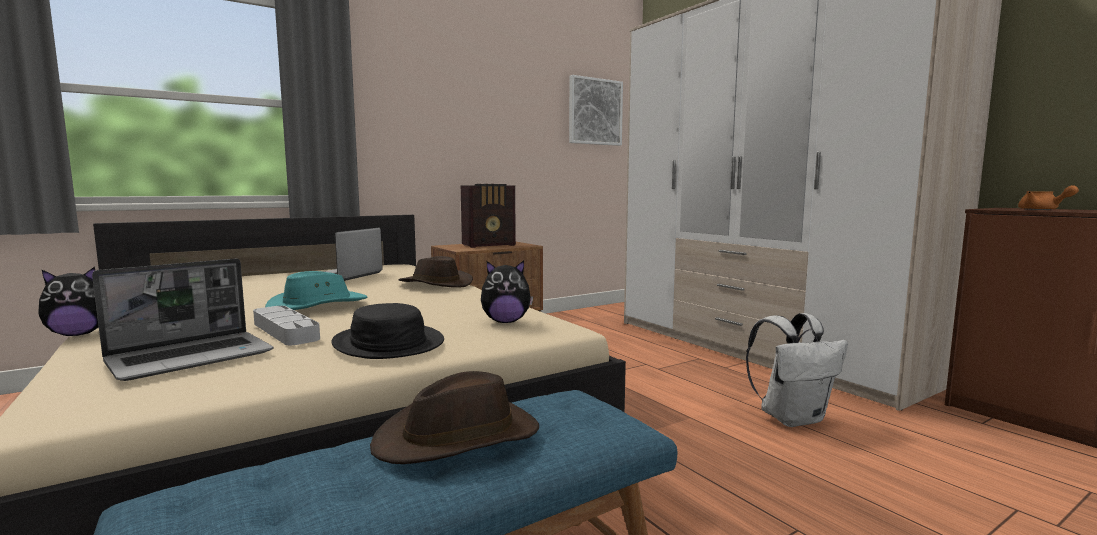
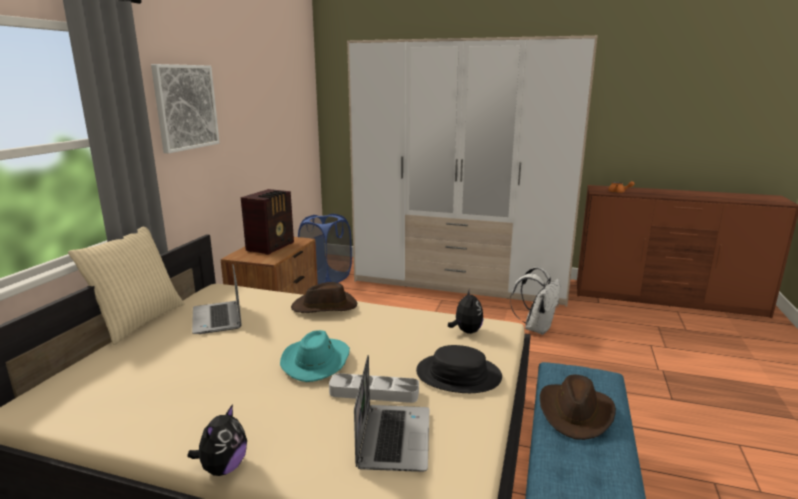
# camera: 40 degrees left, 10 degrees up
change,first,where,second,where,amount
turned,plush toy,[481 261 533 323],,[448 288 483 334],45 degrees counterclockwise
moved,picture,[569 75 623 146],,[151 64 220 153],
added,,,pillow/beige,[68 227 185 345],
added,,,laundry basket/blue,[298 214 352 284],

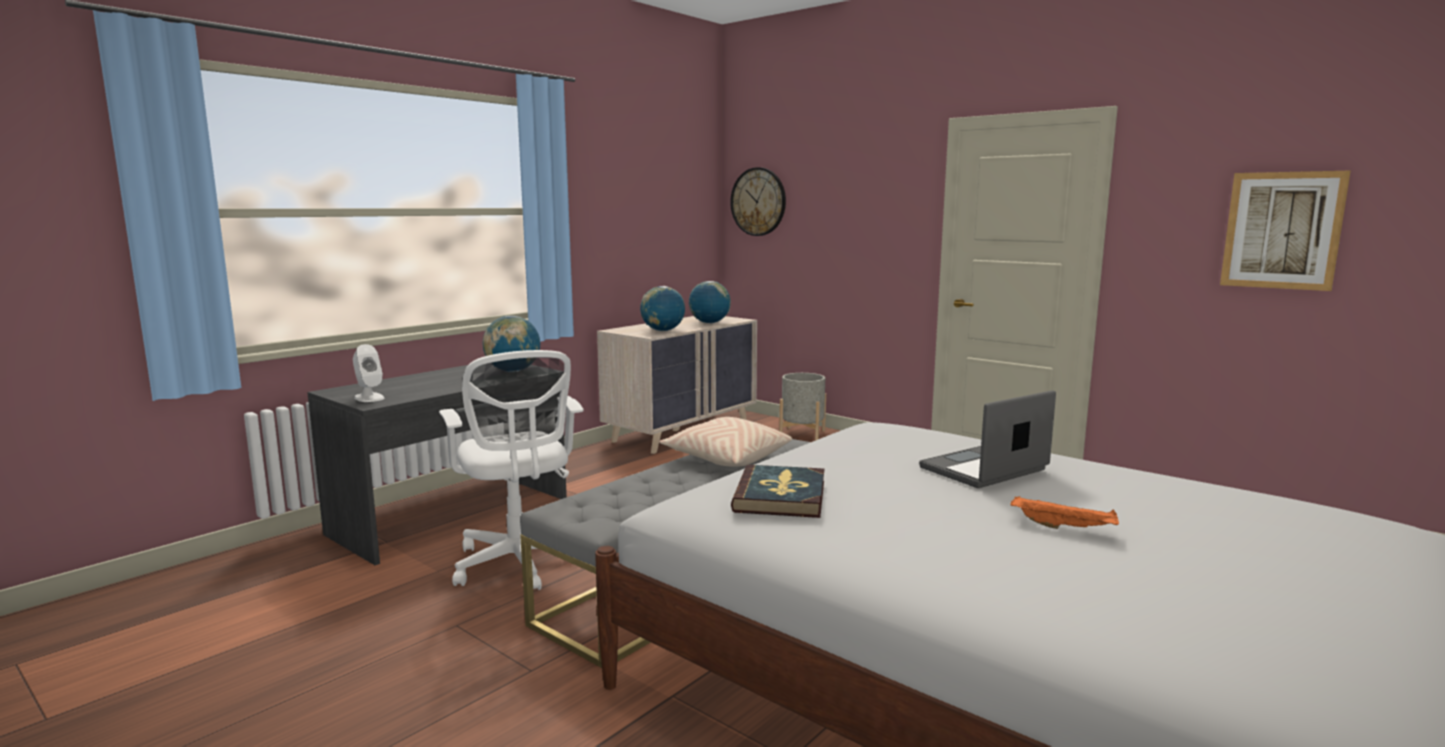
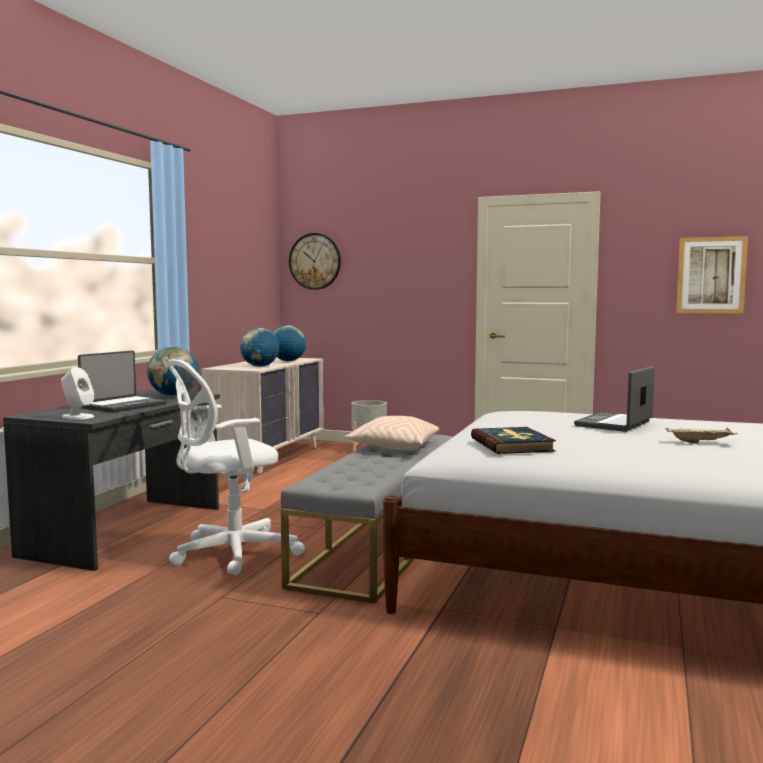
# camera: 20 degrees left, 5 degrees down
change,first,where,second,where,amount
turned,office chair/white,[439 350 584 590],,[167 359 305 575],105 degrees clockwise
recoloured,tray/orange,[1010 496 1119 529],tray/beige,[665 427 737 444],
added,,,laptop,[78 351 167 413],

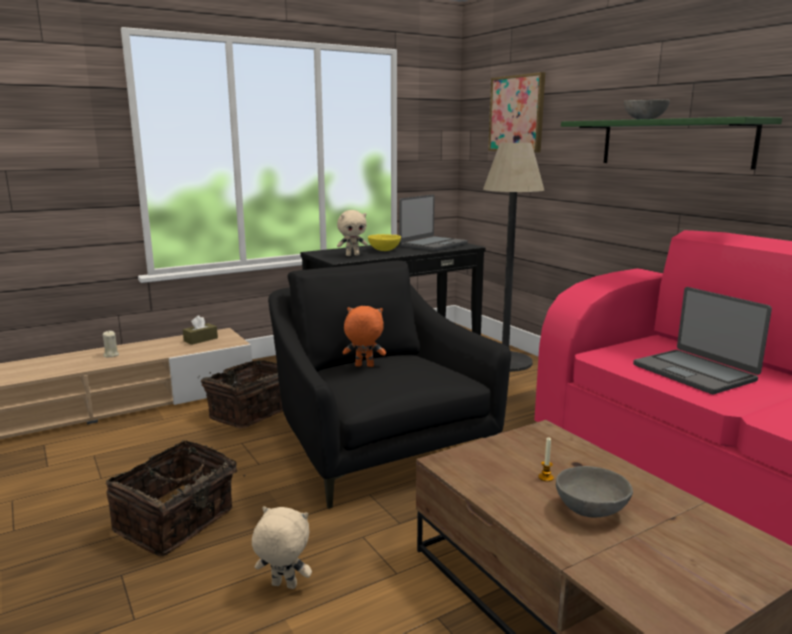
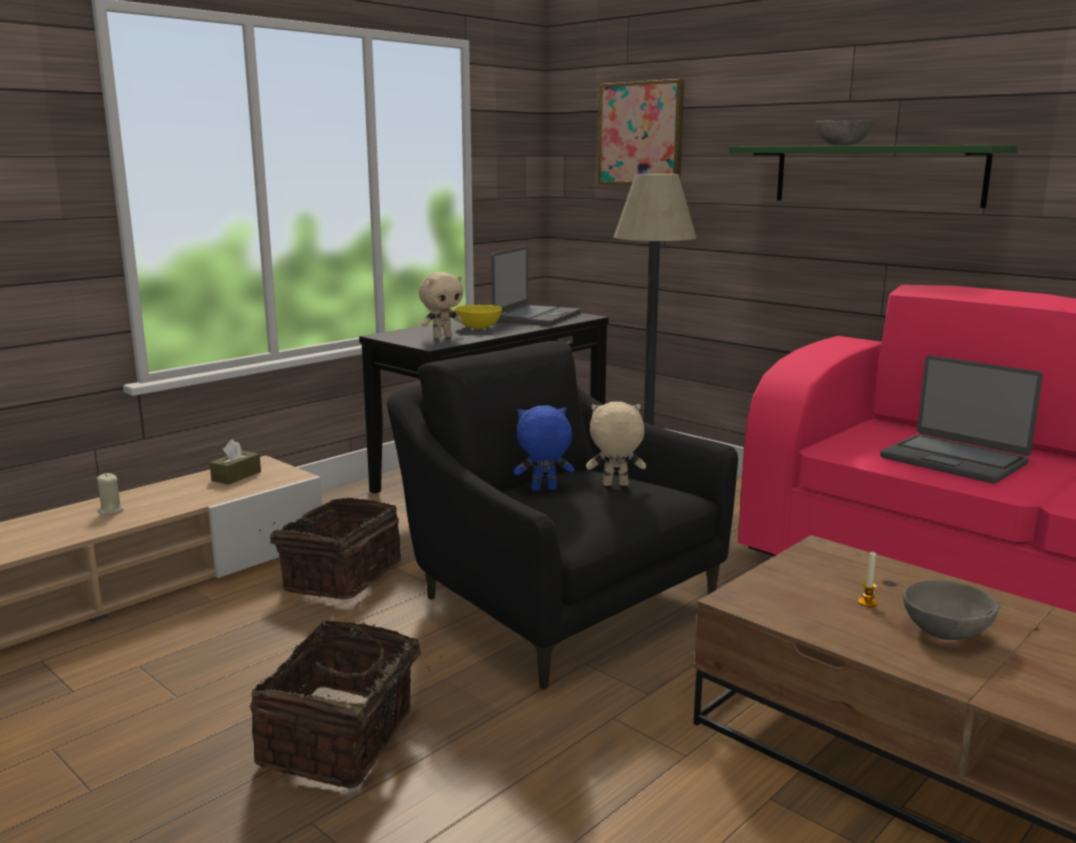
# camera: 15 degrees left, 0 degrees up
change,first,where,second,where,amount
moved,plush toy/beige,[252 506 312 589],,[586 402 646 486],
recoloured,plush toy/orange,[343 306 386 367],plush toy/blue,[514 405 574 491],

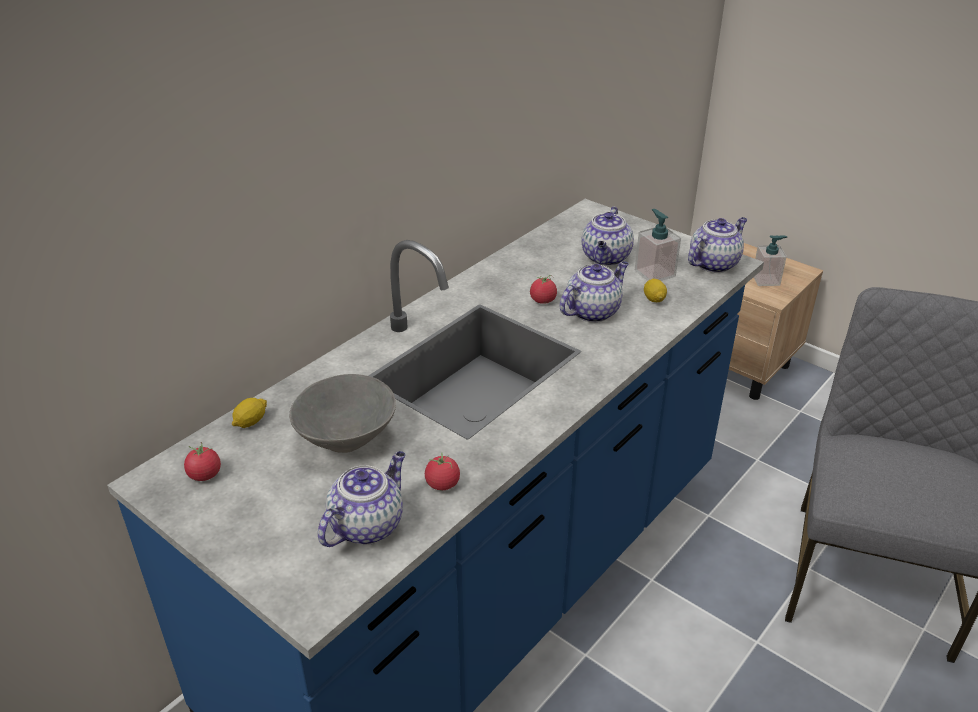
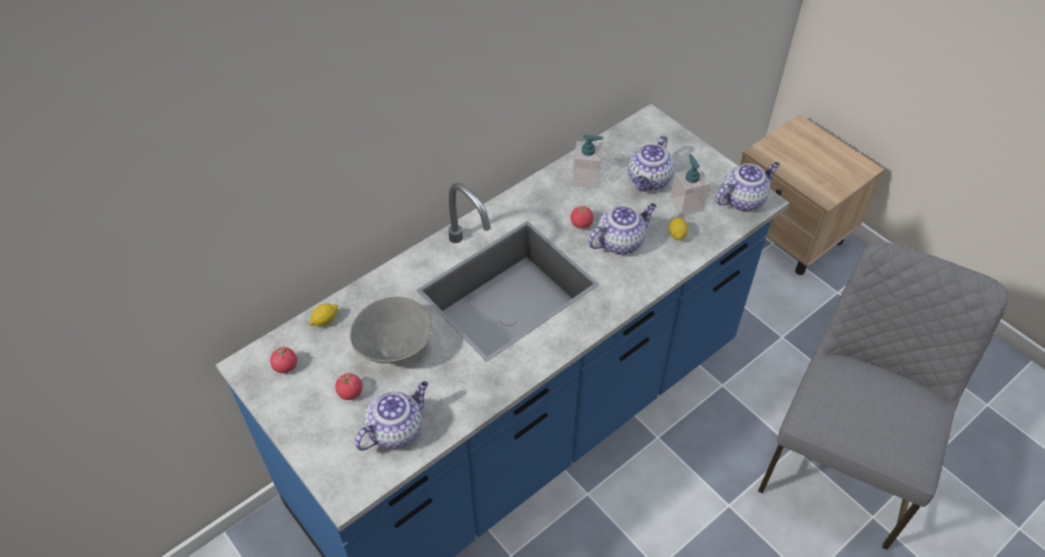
# camera: 10 degrees right, 15 degrees up
change,first,where,second,where,amount
moved,tomato,[425 452 460 490],,[335 373 363 400],
moved,soap dispenser,[754 235 787 286],,[572 134 603 188],

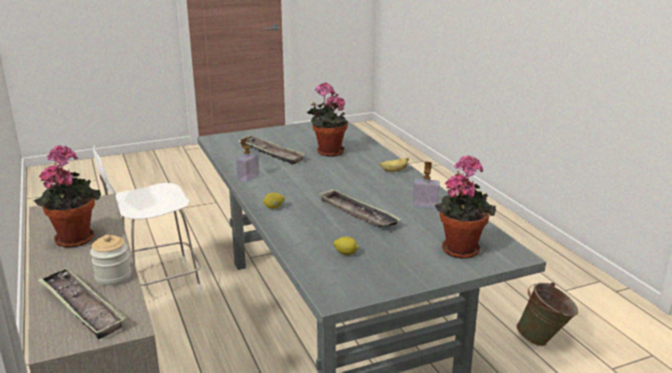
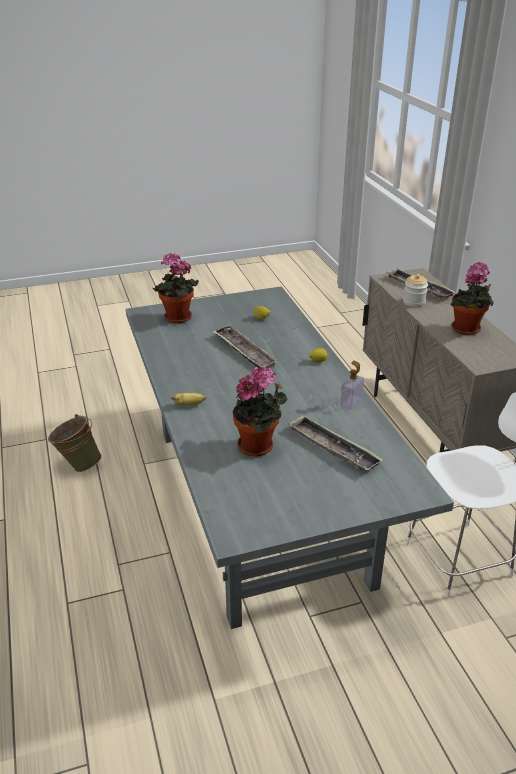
# camera: 175 degrees left, 10 degrees up
change,first,where,second,where,amount
removed,soap dispenser,[412 162 440 209],,,

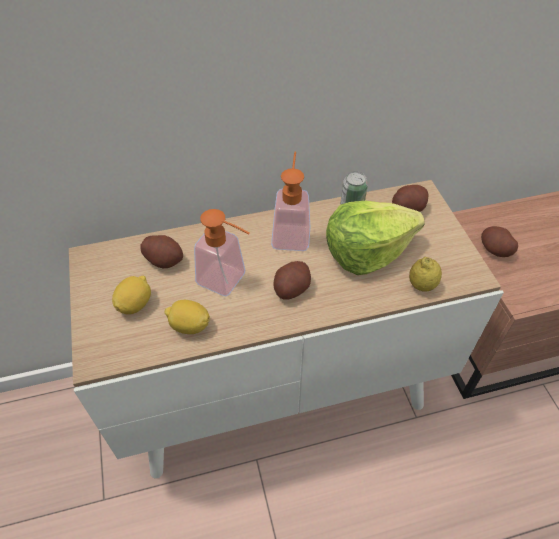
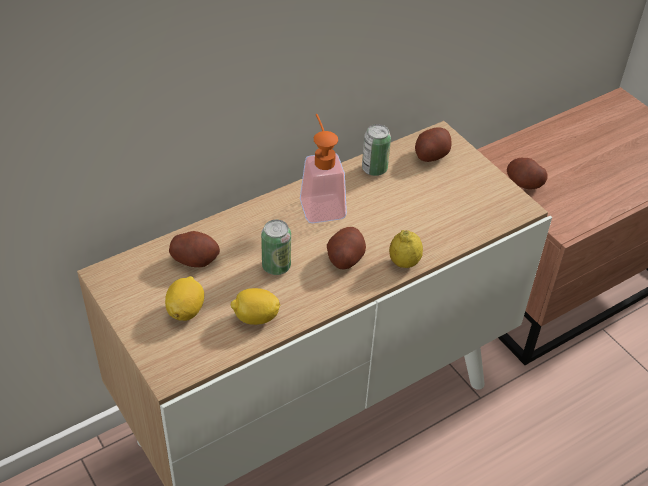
# camera: 20 degrees left, 5 degrees down
change,first,where,second,where,amount
replaced,soap dispenser,[194 209 250 296],can,[261 220 291 275],
removed,lettuce,[326 201 425 275],,,
moved,lemon,[409 257 442 291],,[389 230 423 268],

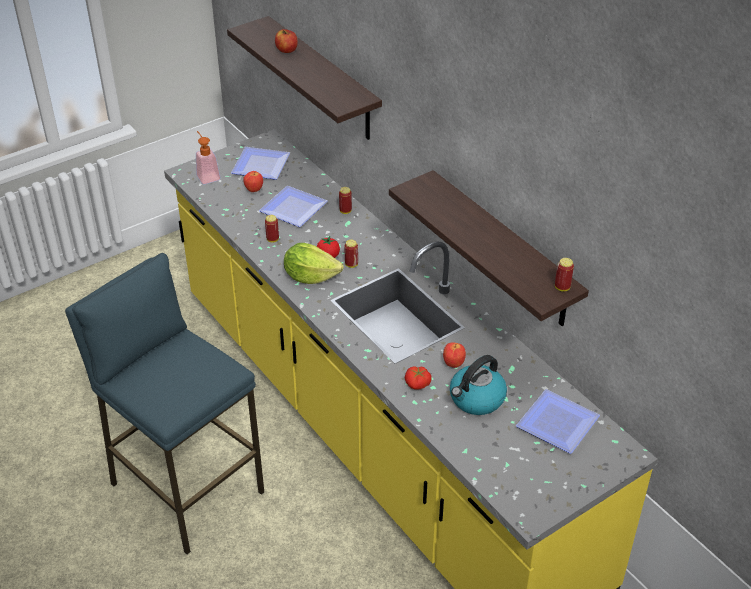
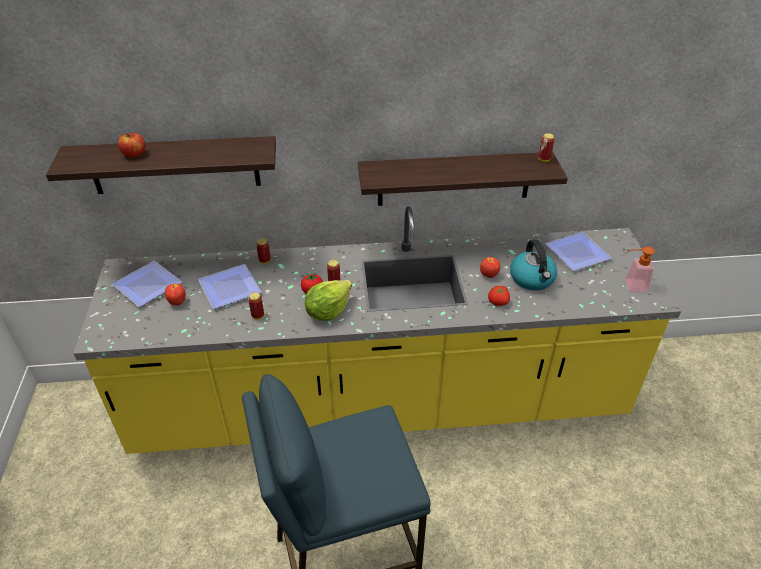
# camera: 60 degrees left, 0 degrees up
change,first,where,second,where,amount
moved,soap dispenser,[196 131 221 184],,[624 247 655 293],

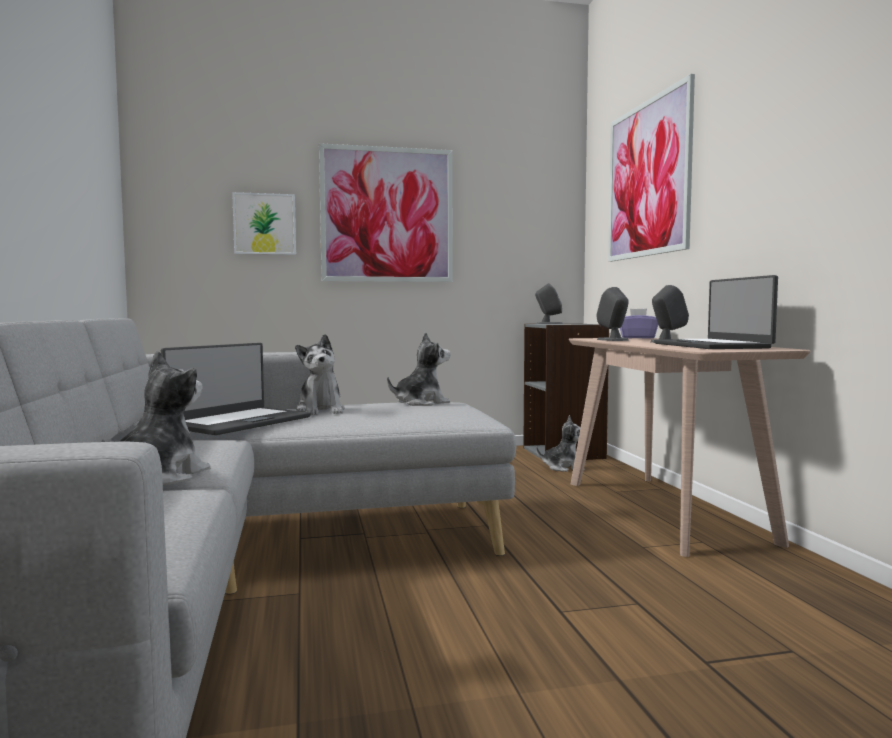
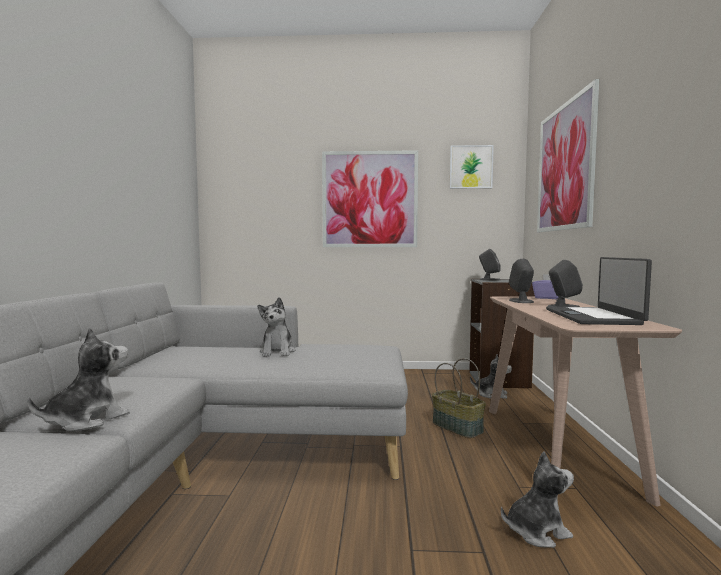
# camera: 15 degrees right, 0 degrees up
change,first,where,second,where,amount
removed,laptop,[161 343 311 435],,,
moved,picture,[232 192 296 255],,[450 145 494 189],
moved,plush toy,[387 332 451 406],,[501 451 574 548],
added,,,basket,[432 358 486 438],

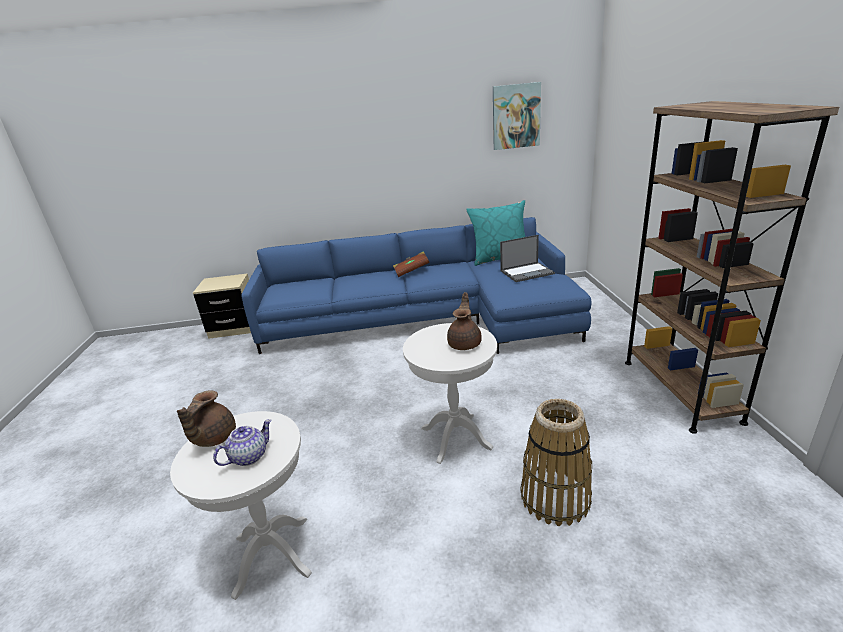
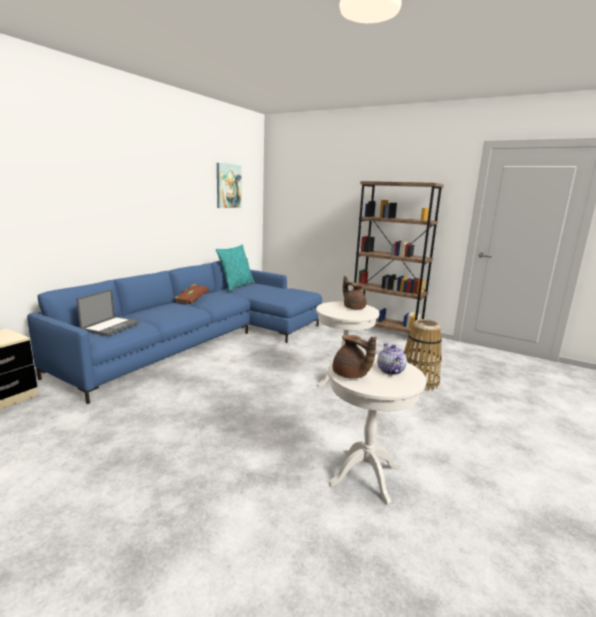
# camera: 55 degrees left, 10 degrees down
change,first,where,second,where,amount
moved,laptop,[500 235 555 282],,[76 289 140 336],

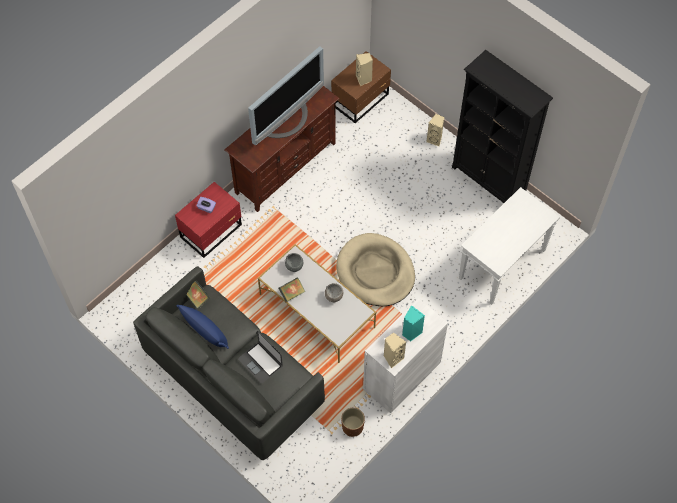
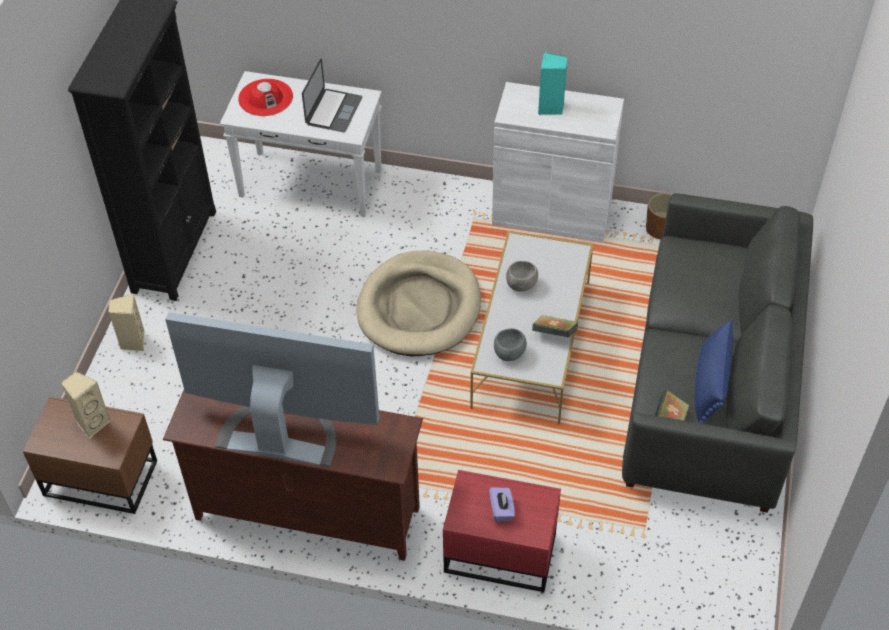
# camera: 120 degrees left, 10 degrees down
change,first,where,second,where,amount
moved,laptop,[238 331 283 383],,[302 58 362 132],
removed,speaker/beige,[383 332 406 369],,,
added,,,hat/red,[238 79 293 116],

